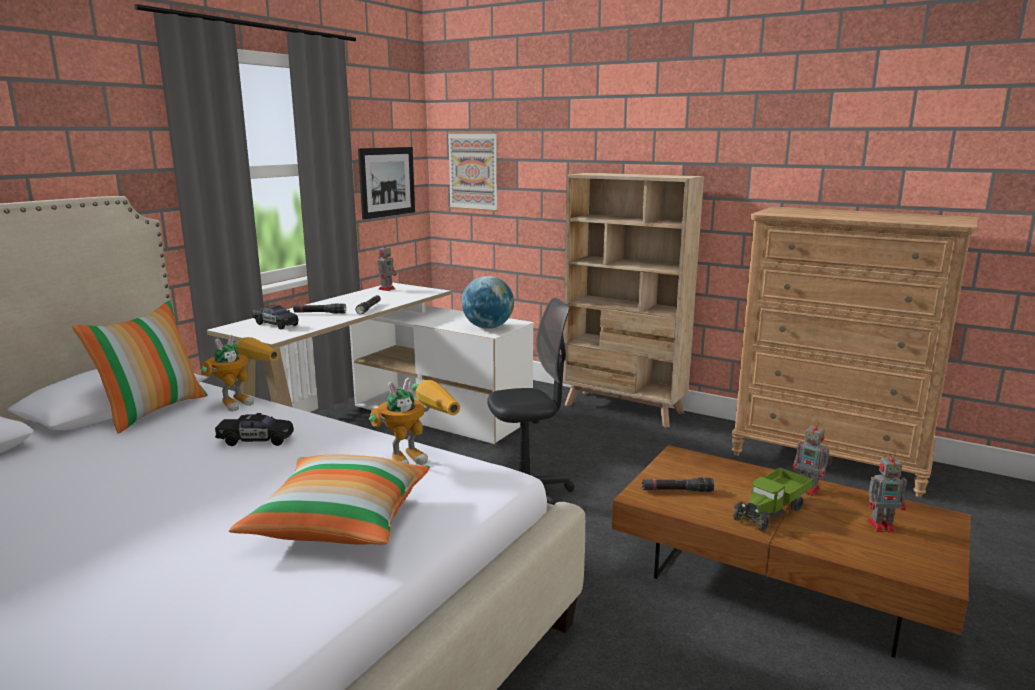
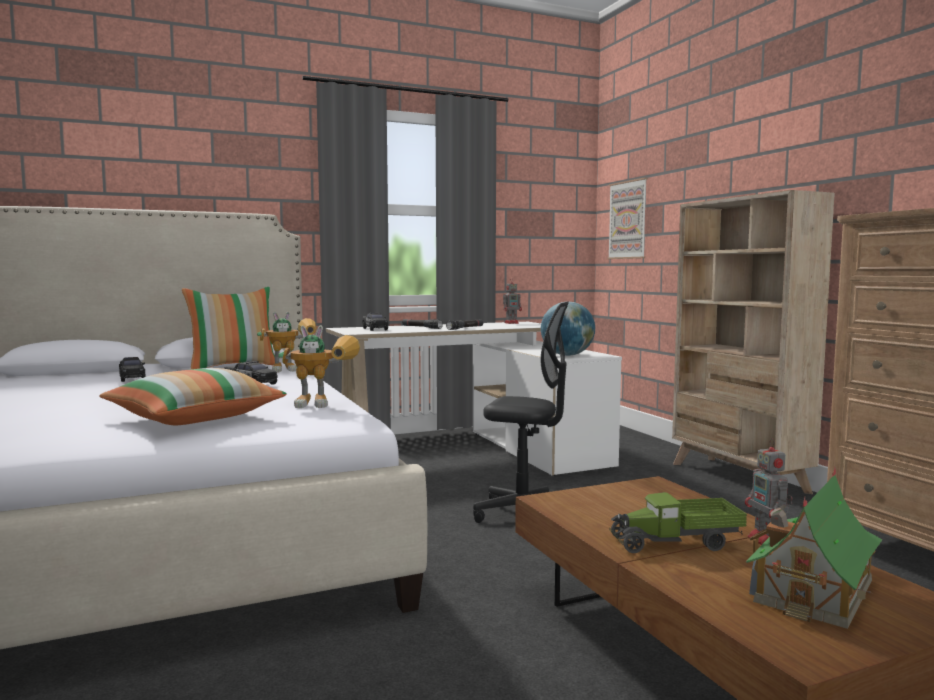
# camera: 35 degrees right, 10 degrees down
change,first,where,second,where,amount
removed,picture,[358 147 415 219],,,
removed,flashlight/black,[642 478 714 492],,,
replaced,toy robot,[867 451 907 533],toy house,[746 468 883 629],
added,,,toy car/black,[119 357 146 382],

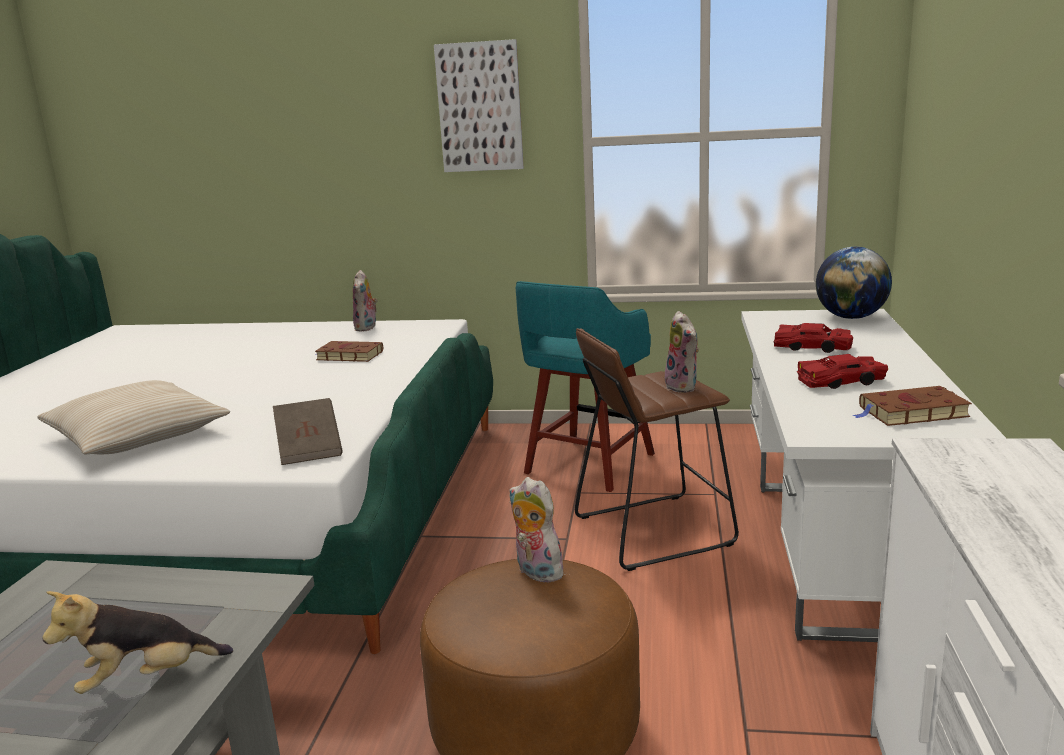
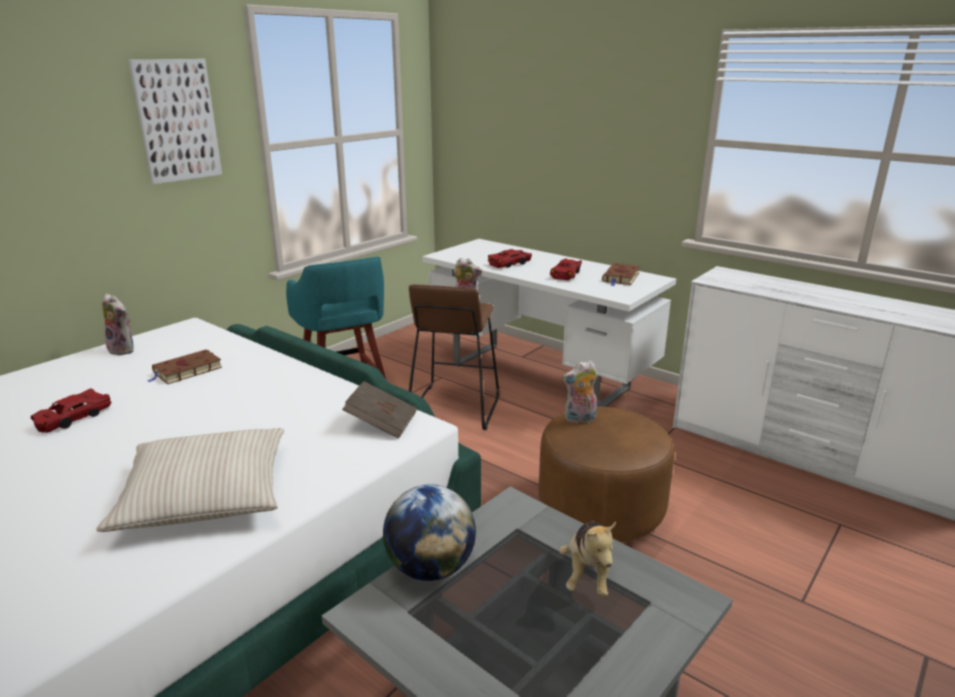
# camera: 60 degrees left, 5 degrees up
change,first,where,second,where,amount
moved,globe,[816 247 892 319],,[383 484 476 581],
added,,,toy car/red,[31 388 111 433],

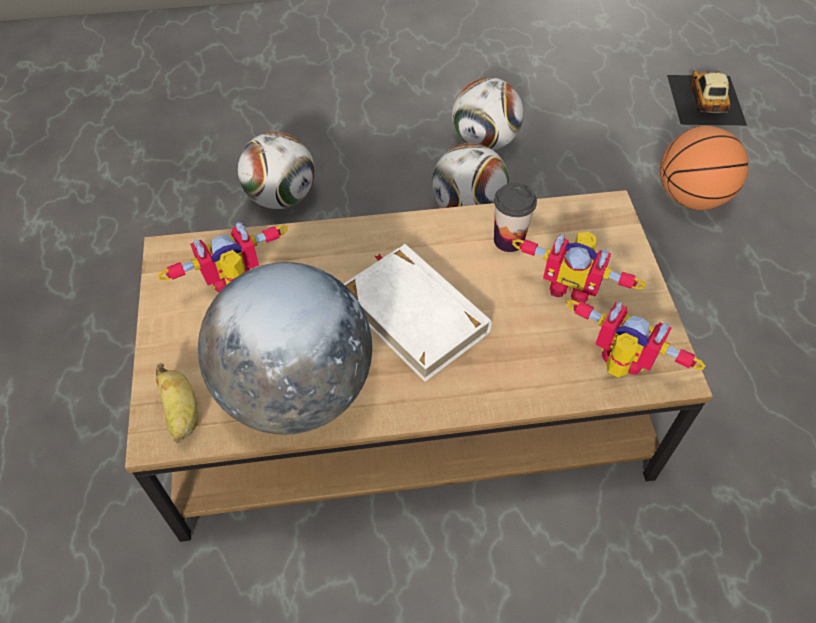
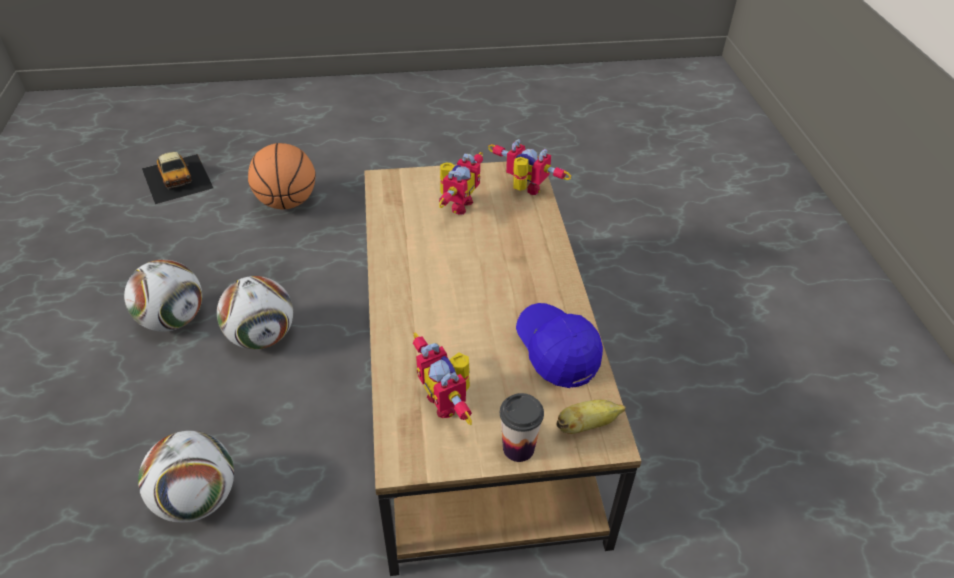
# camera: 90 degrees left, 10 degrees down
change,first,where,second,where,amount
replaced,globe,[198 262 372 435],cap/blue,[516 303 603 388],
removed,book/white,[344 244 492 382],,,
moved,cup,[494 183 537 252],,[500 393 544 462],
turned,toy robot,[566 300 705 377],,[488 139 571 195],90 degrees clockwise
turned,toy car,[667 71 747 126],,[142 152 213 204],120 degrees counterclockwise

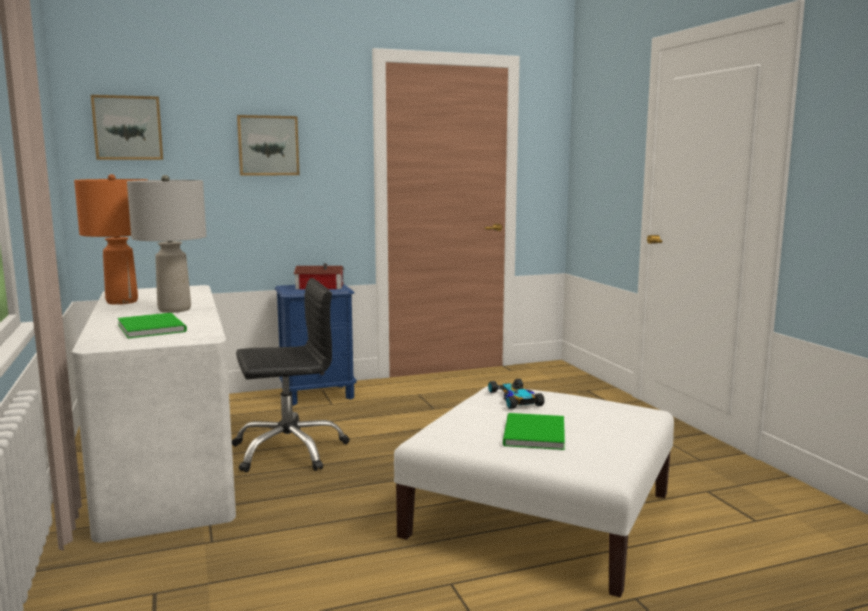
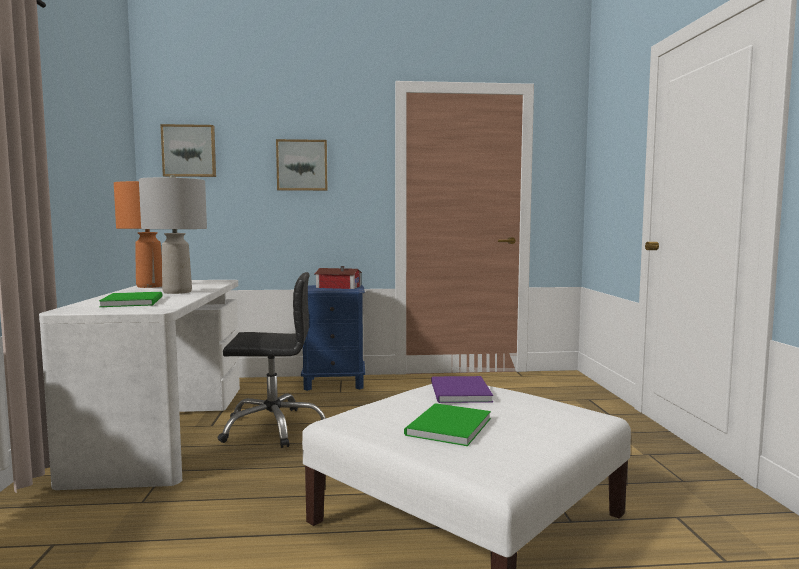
# camera: 15 degrees right, 5 degrees down
change,first,where,second,where,amount
replaced,toy car,[488 379 545 409],book/purple,[431 376 493 403],

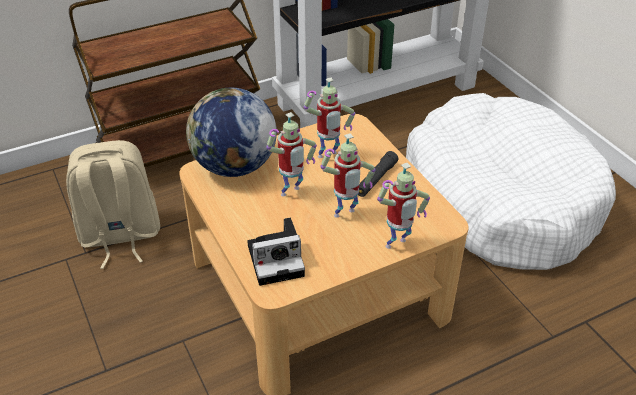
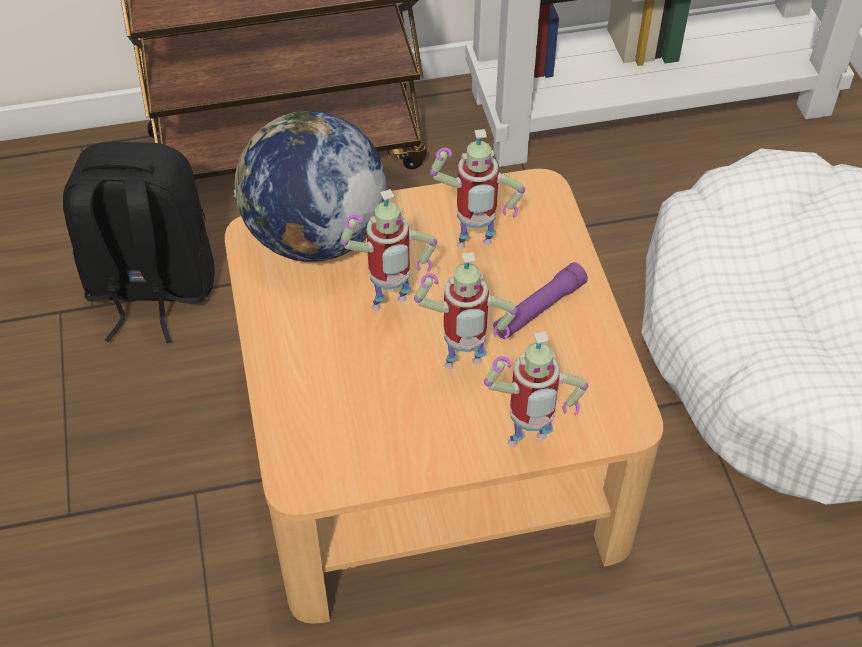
# camera: 15 degrees right, 10 degrees up
change,first,where,second,where,amount
recoloured,backpack/beige,[66 140 160 269],backpack/black,[63 142 215 343],
removed,photo camera,[247 218 305 286],,,
recoloured,flashlight/black,[358 151 398 197],flashlight/purple,[493 262 588 339],

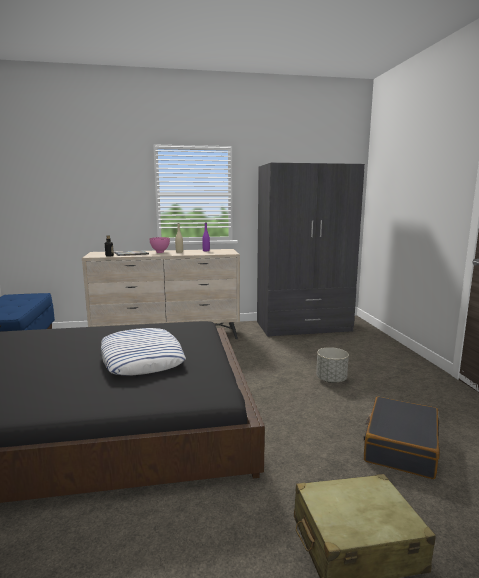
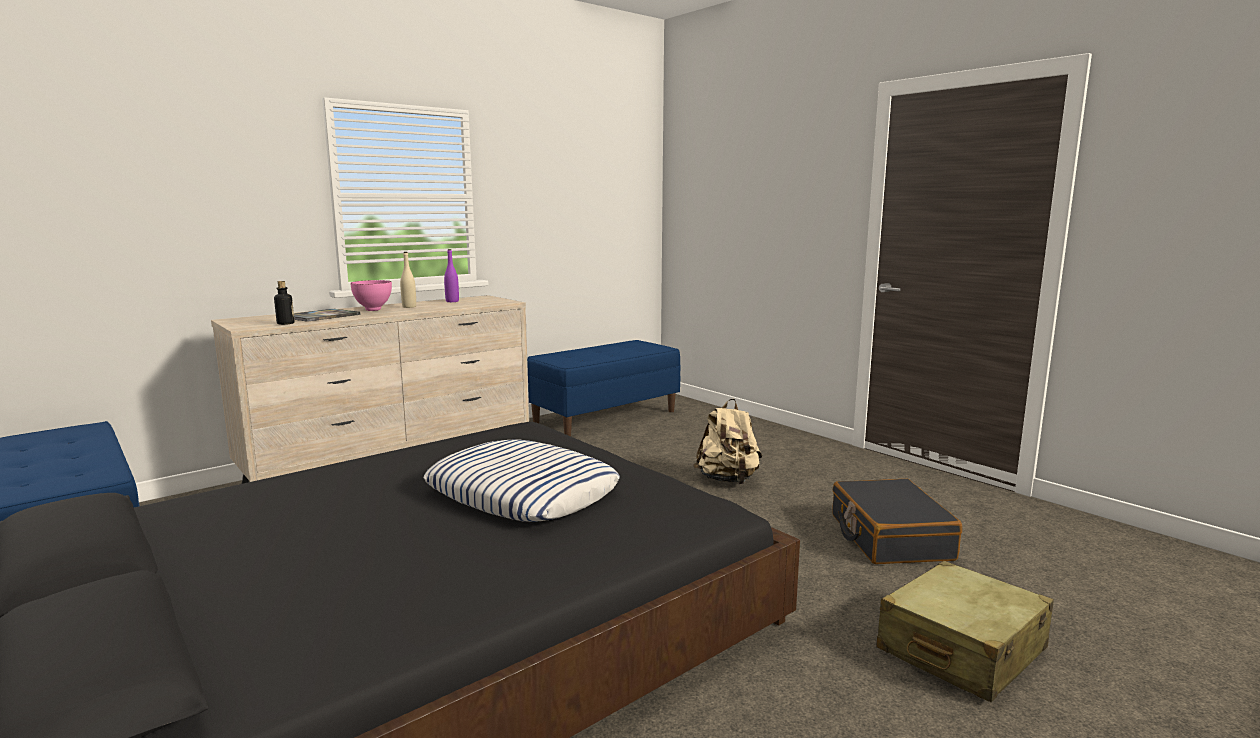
# camera: 30 degrees left, 0 degrees up
change,first,where,second,where,amount
replaced,wardrobe/grey,[257 163 365 337],bench/blue,[527 340 681 436],
replaced,planter/grey,[316 347 349 383],backpack/beige,[693 399 762 485],

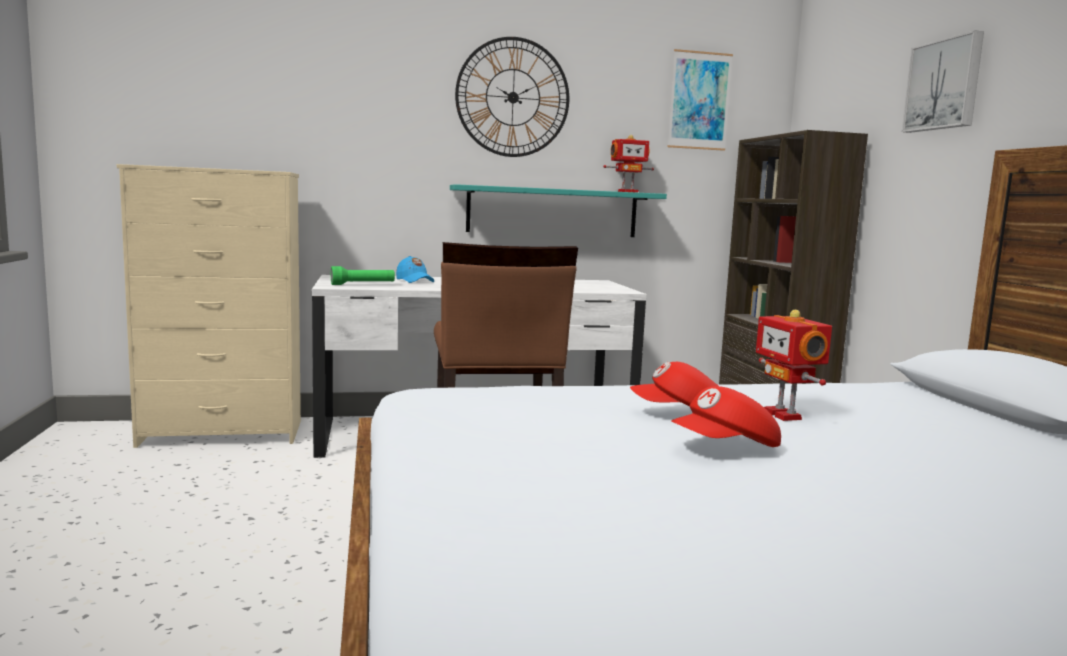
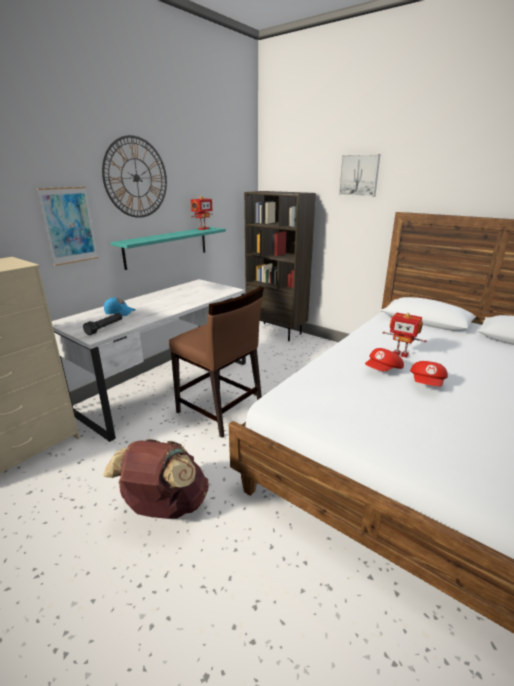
# camera: 40 degrees left, 15 degrees up
change,first,where,second,where,amount
recoloured,flashlight/green,[331 266 395 285],flashlight/black,[83 313 122 335],
moved,picture,[668 49 733 151],,[37 187 98 266],
added,,,backpack/brown,[104 439 209 519],

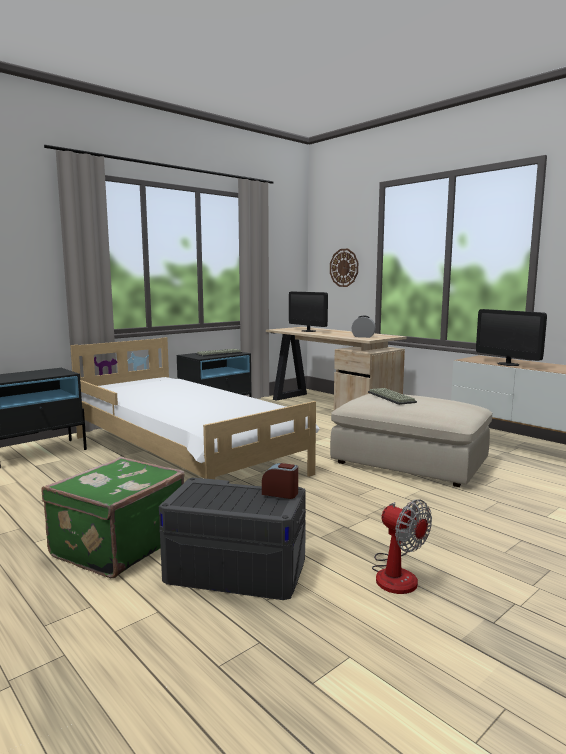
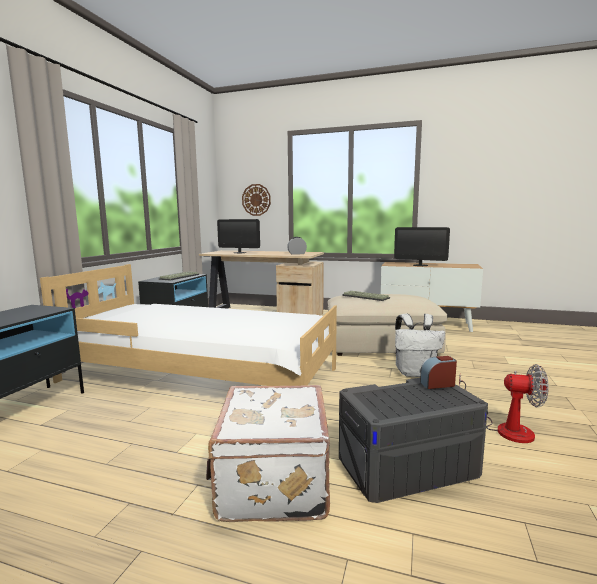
# camera: 30 degrees left, 0 degrees up
change,first,where,second,where,amount
recoloured,suitcase/green,[41 457 185 578],suitcase/white,[206 385 330 522],
added,,,backpack/white,[395 314 445 377],

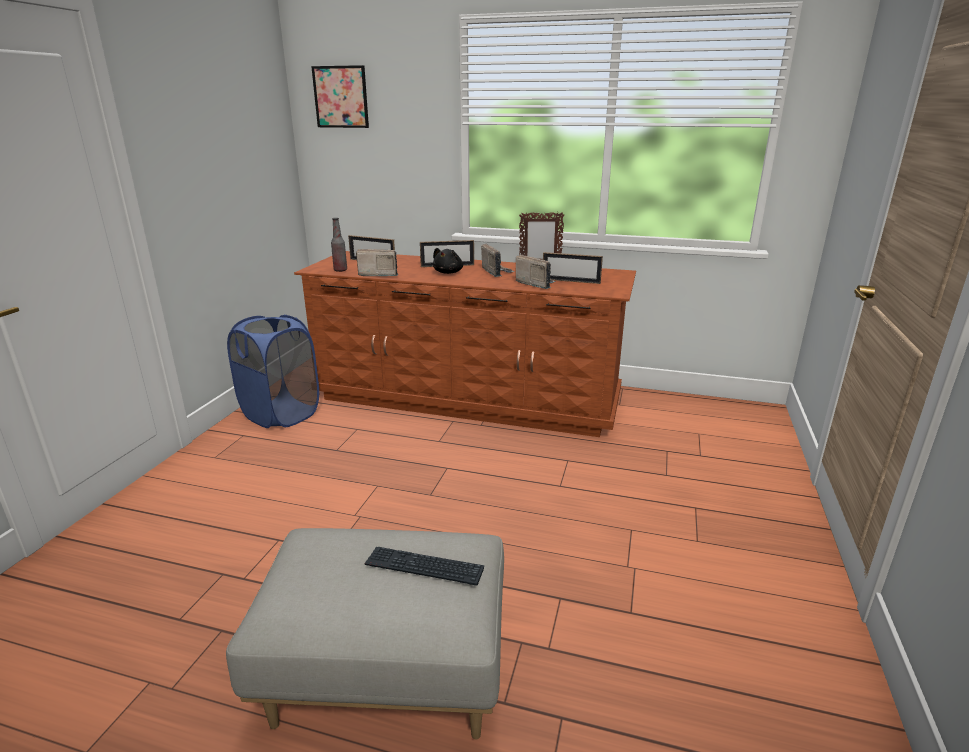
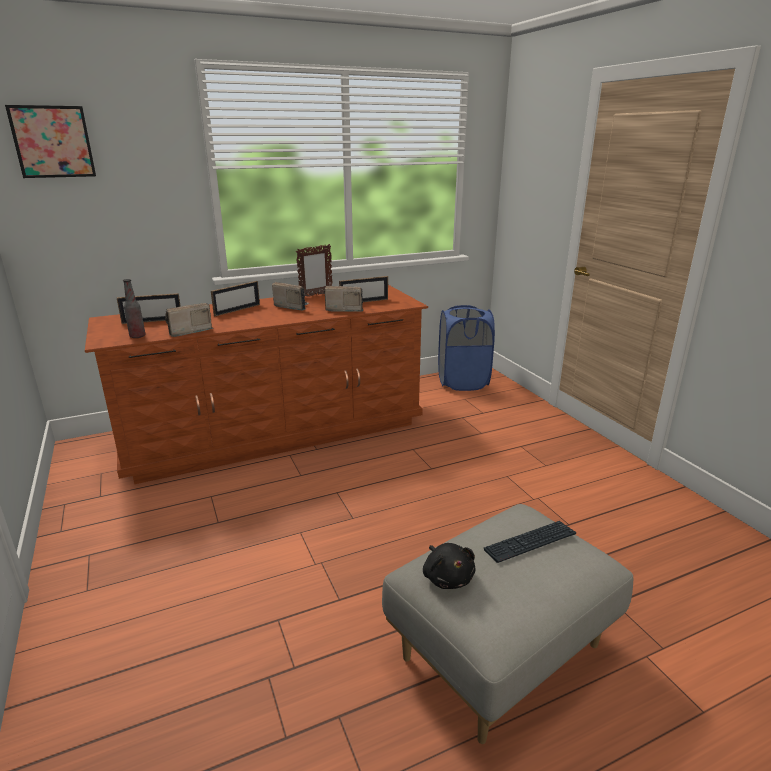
# camera: 40 degrees left, 0 degrees up
change,first,where,second,where,amount
moved,laundry basket/blue,[227 315 319 428],,[438 305 495 391],
moved,plush toy/black,[433 248 463 274],,[423 543 475 589],

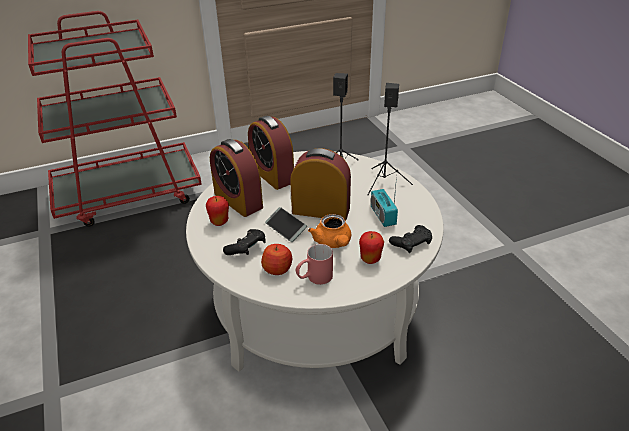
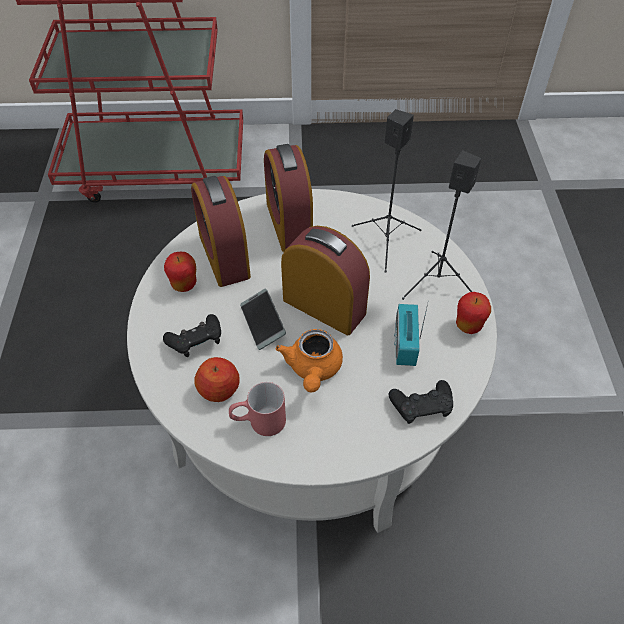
# camera: 20 degrees right, 15 degrees up
change,first,where,second,where,amount
moved,apple,[359 231 384 264],,[456 292 491 334],

